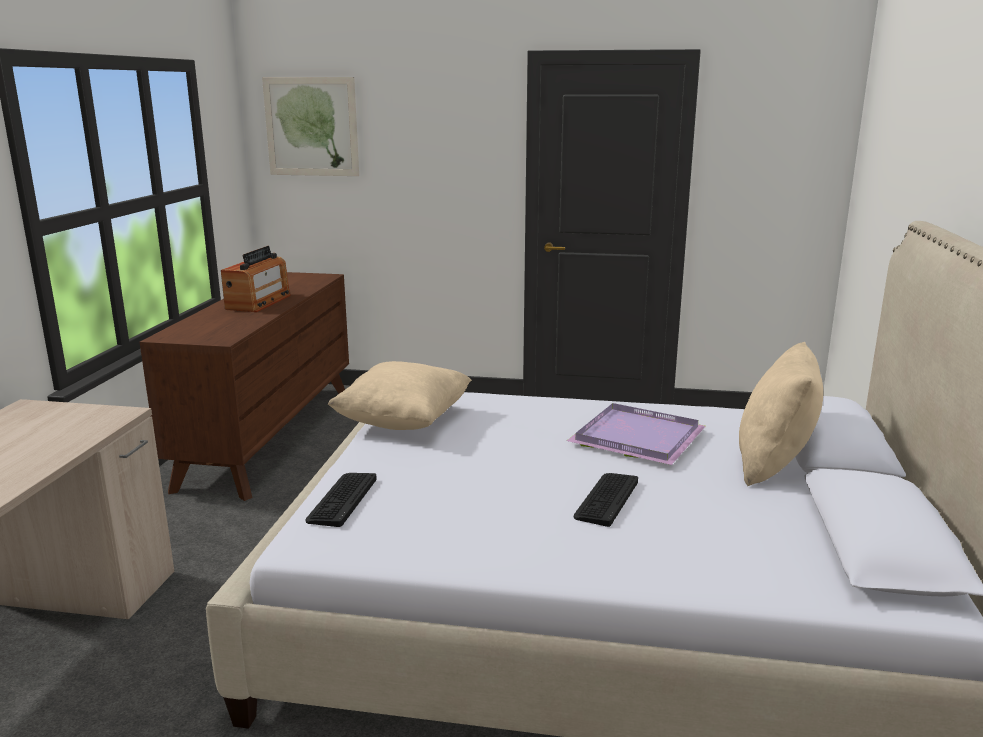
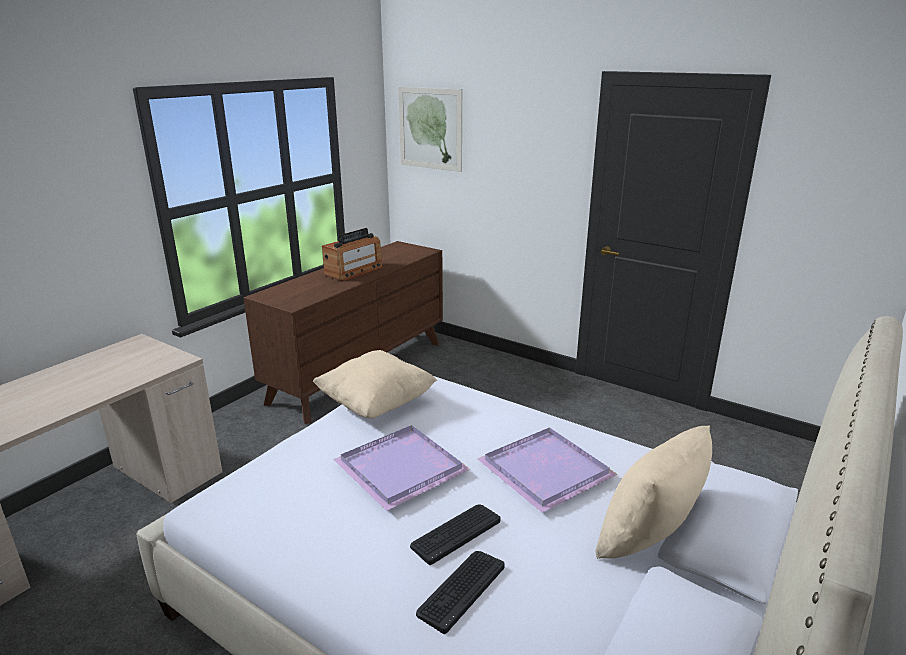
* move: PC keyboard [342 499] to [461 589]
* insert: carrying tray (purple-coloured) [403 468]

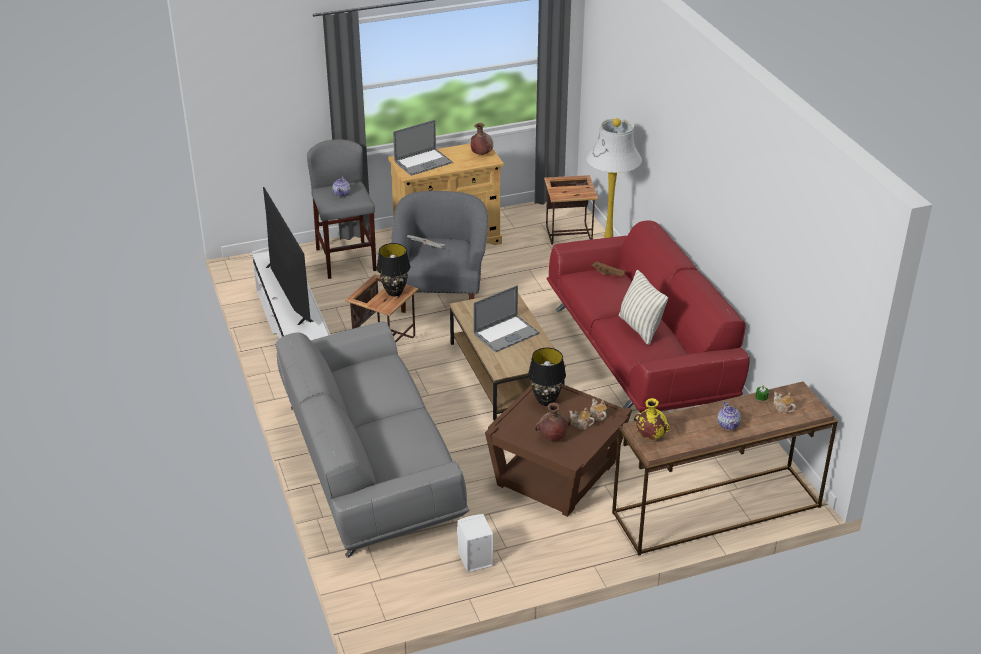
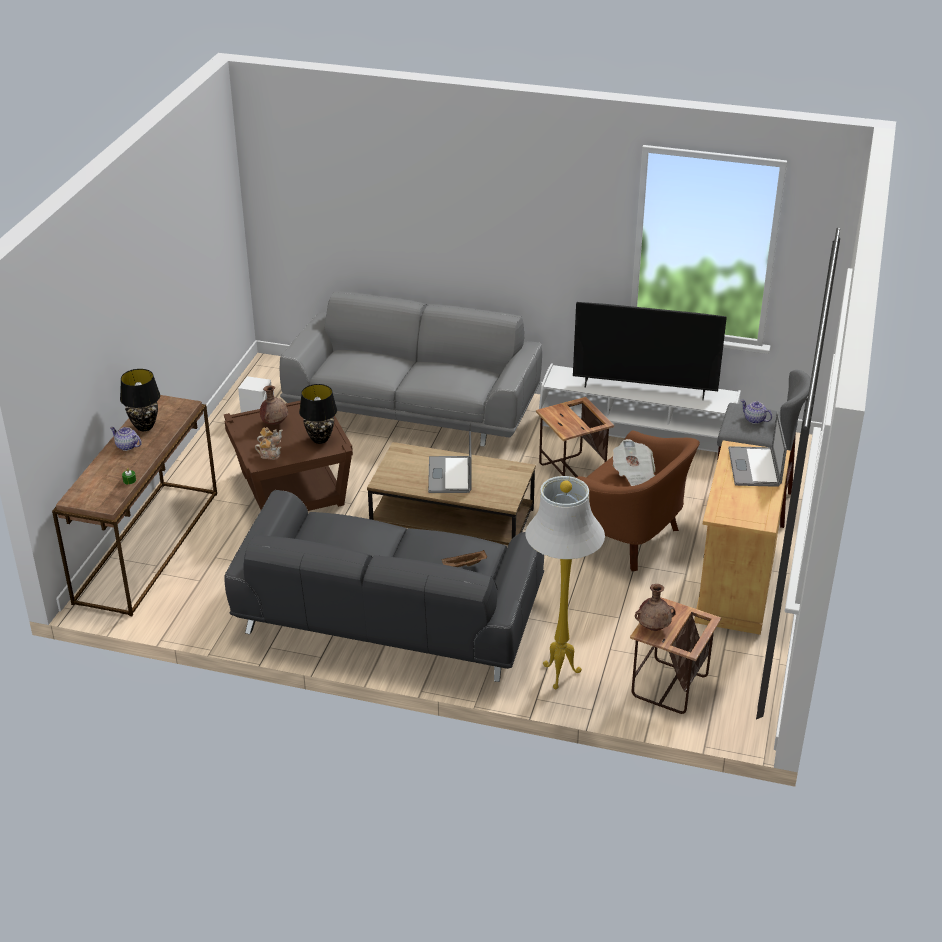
* move: lamp for a table (black-coloured) [394 292] to [145 427]
* recolor: lounge chair (gray) [441 293] to lounge chair (brown) [628 538]
* move: vase (brown) [481 154] to [654 627]
* recolor: sofa (red-coloured) [640 353] to sofa (gray) [387 618]
* delete: cushion [640 328]
* delete: vase (yellow) [650 436]
* delete: teapot [782 409]

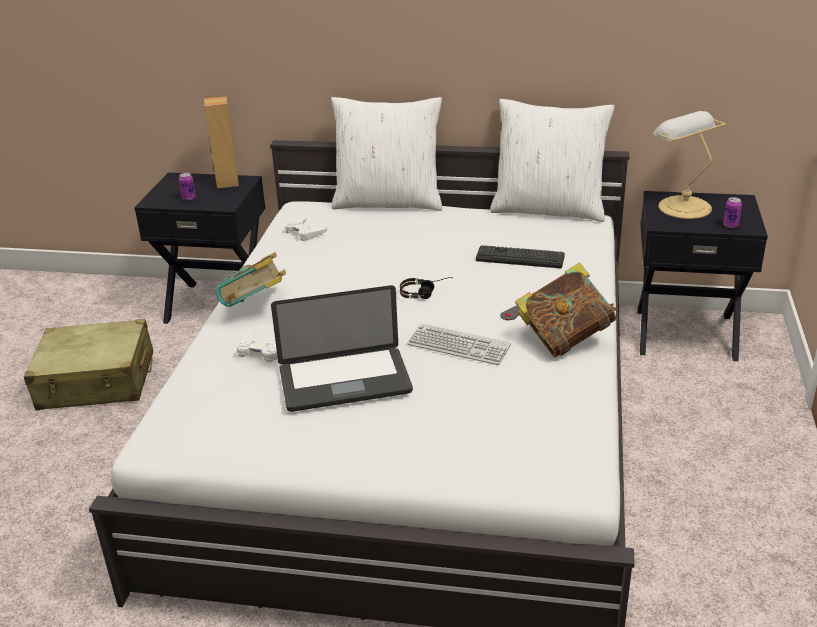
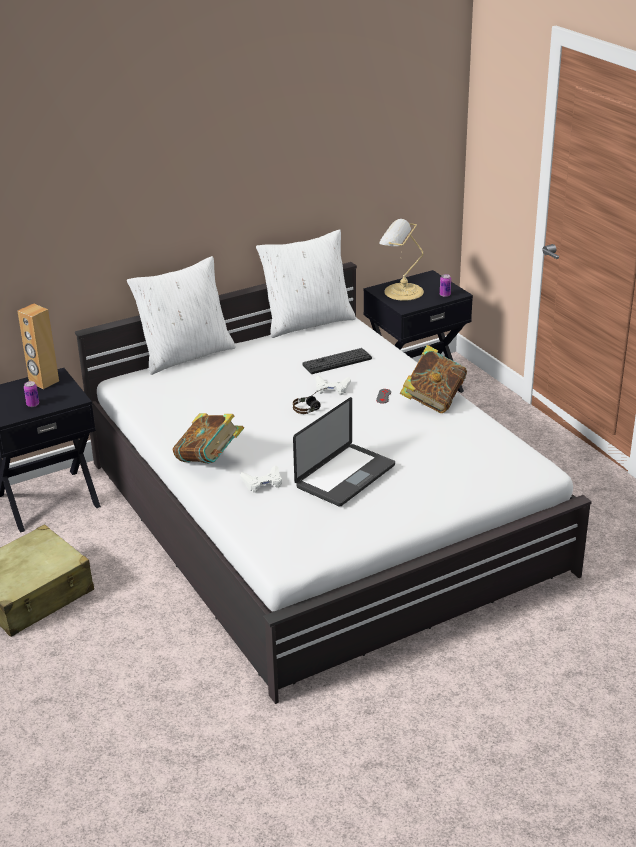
* move: game controller (white-coloured) [304 232] to [332 388]
* delete: PC keyboard [458 346]

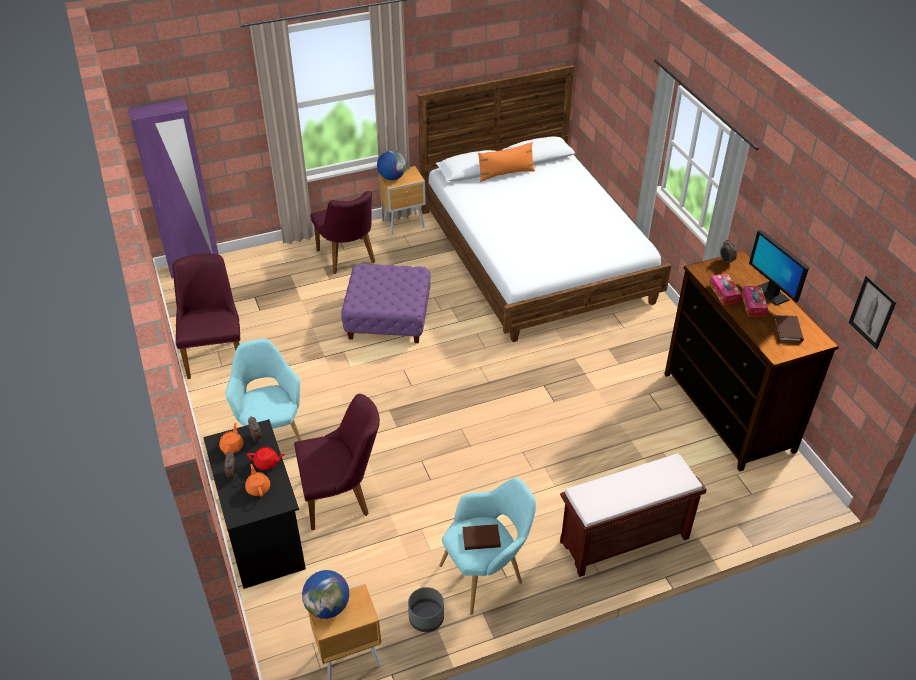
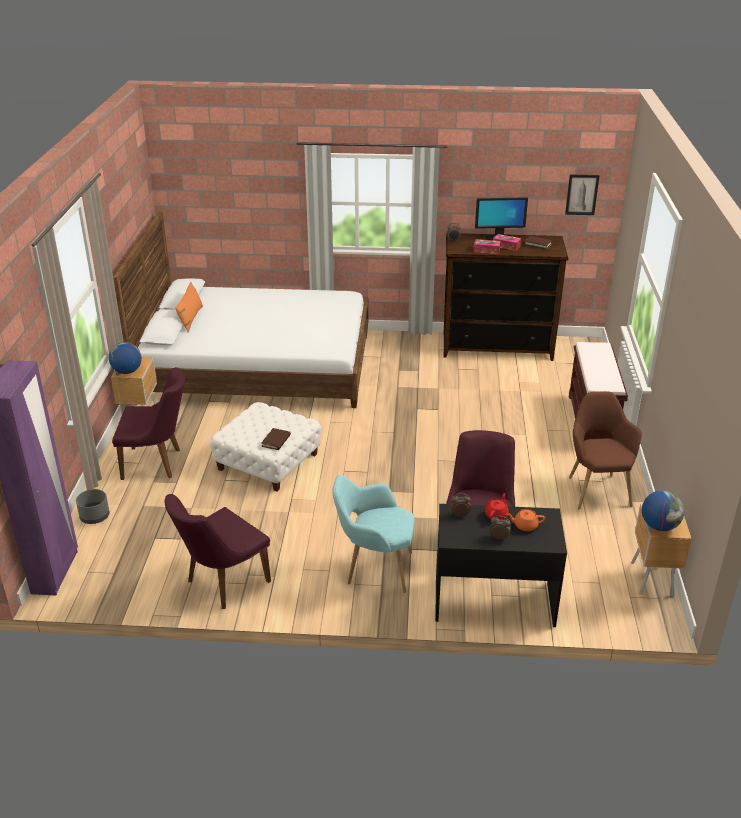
* rotate: upright chair (purple-coloured) [216 353] = [221 584] 60 degrees counterclockwise
* delete: teapot (orange) [232 446]
* recolor: ottoman (purple-coloured) [388 318] to ottoman (white-coloured) [268 462]
* move: flower pot (gray) [426 618] to [95 517]
* recolor: lounge chair (turquoise-coloured) [487 574] to lounge chair (brown) [596 489]
* move: book (brown) [481 539] to [276 441]

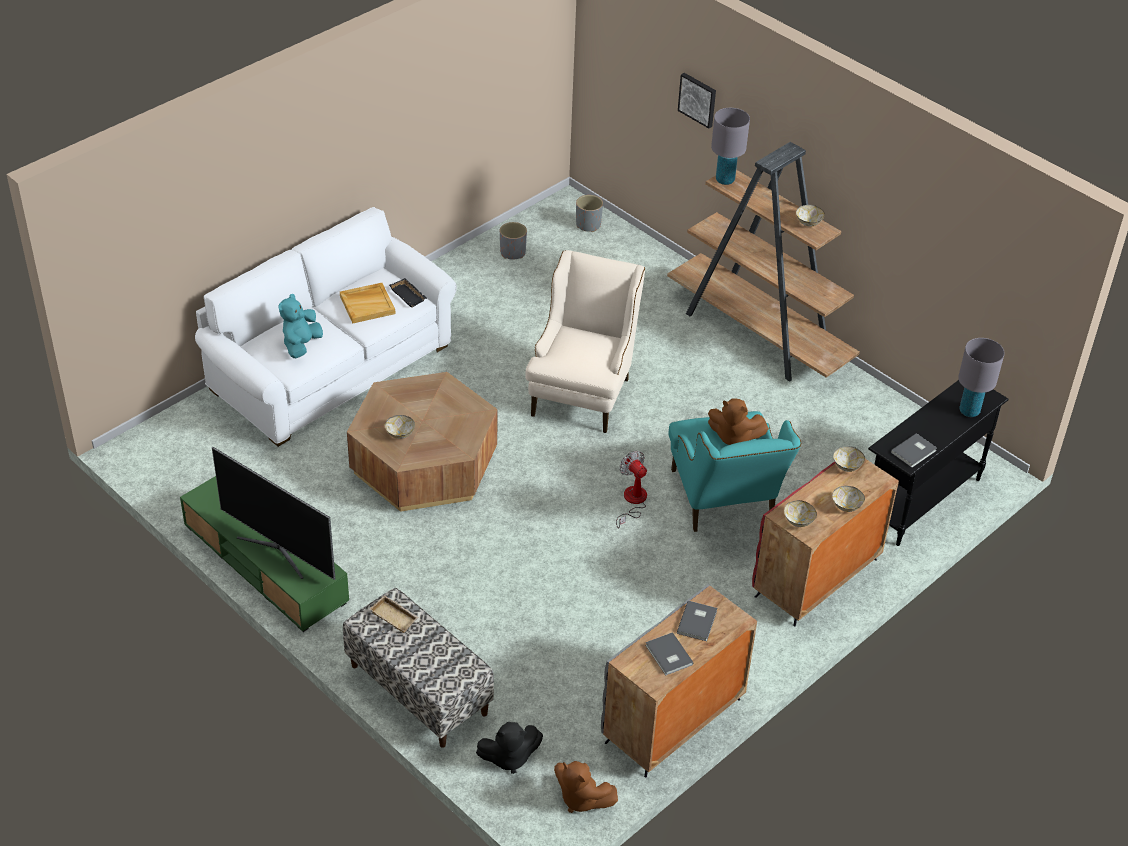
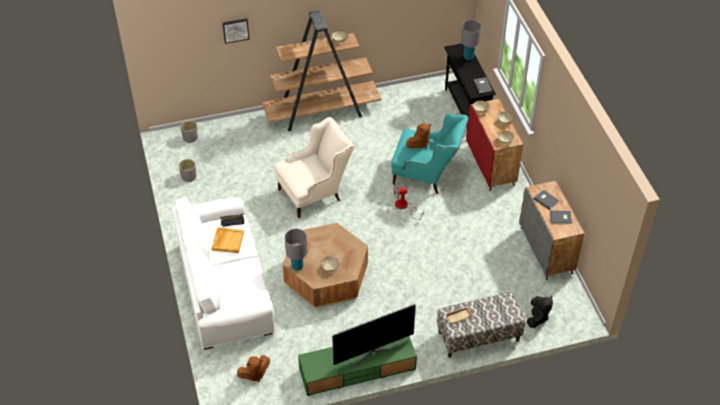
* delete: cuddly toy (turquoise-coloured) [301 345]
* rotate: lounge chair (beige-coloured) [583 389] = [315 192] 105 degrees clockwise
* move: cuddly toy (brown) [581 798] to [254 374]
* move: lamp for a table (gray) [725 180] to [297 266]

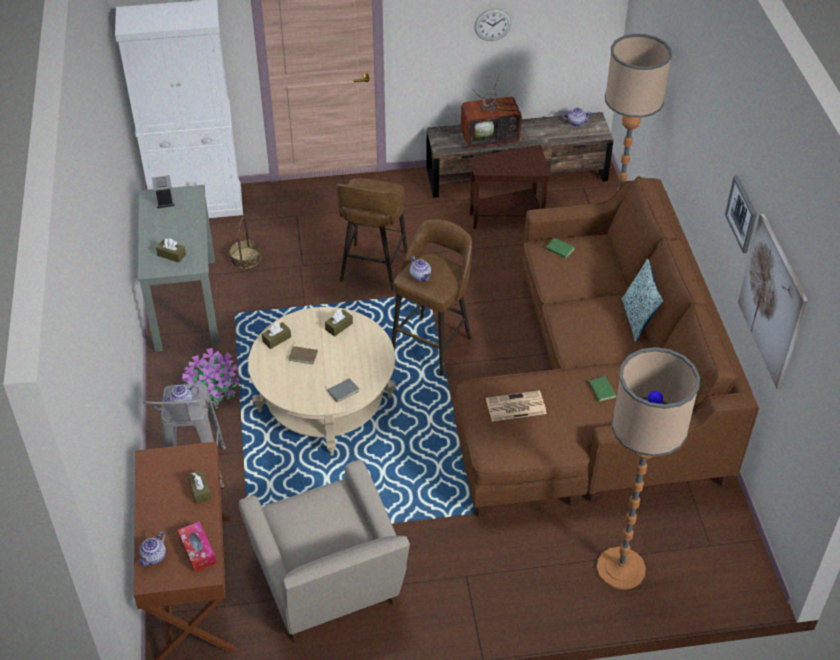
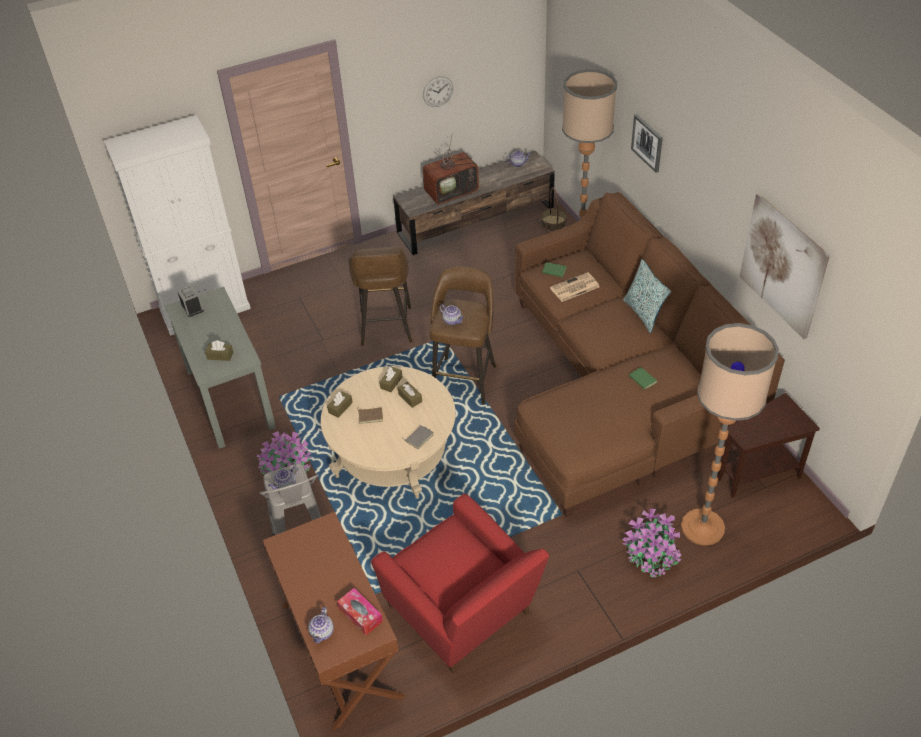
* move: tissue holder (brown) [200 490] to [410 398]
* move: household basket [245 258] to [553 223]
* recolor: lounge chair (beige-coloured) [329 586] to lounge chair (red-coloured) [463 613]
* move: end table (brown) [509 218] to [759 473]
* move: printed paper [515 407] to [574 288]
* move: picture [742 214] to [647 143]
* insert: houseplant [650 555]

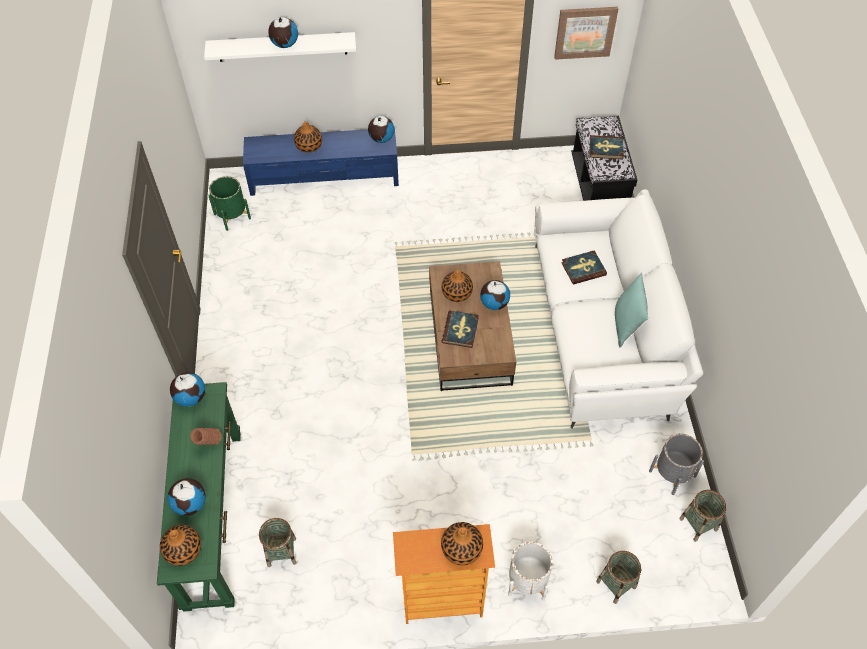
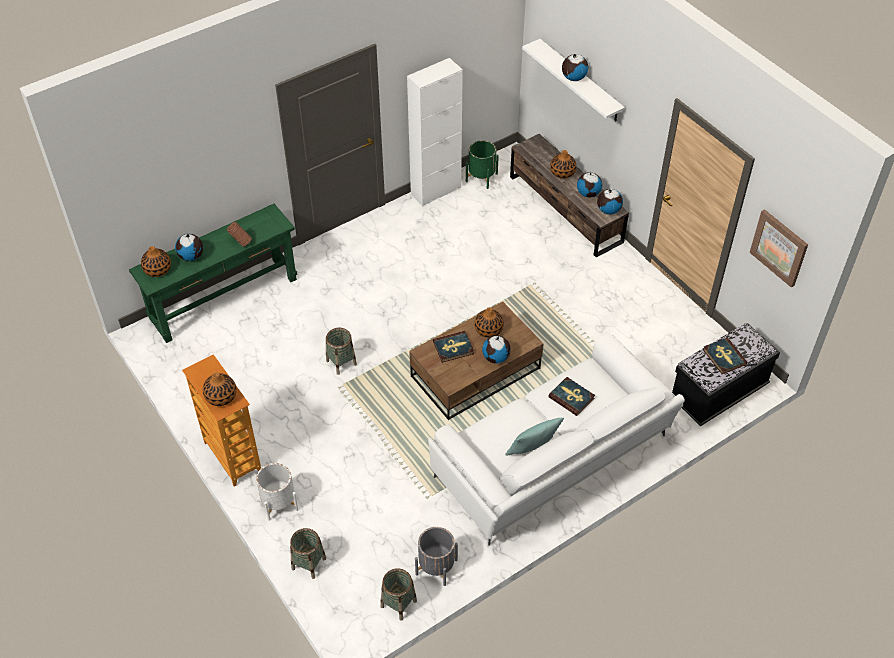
* move: world globe [191 397] to [588 193]
* recolor: tv stand (blue-coloured) [325 177] to tv stand (brown) [565 209]
* move: household basket [281 552] to [341 362]
* insert: cabinet (white-coloured) [436 191]

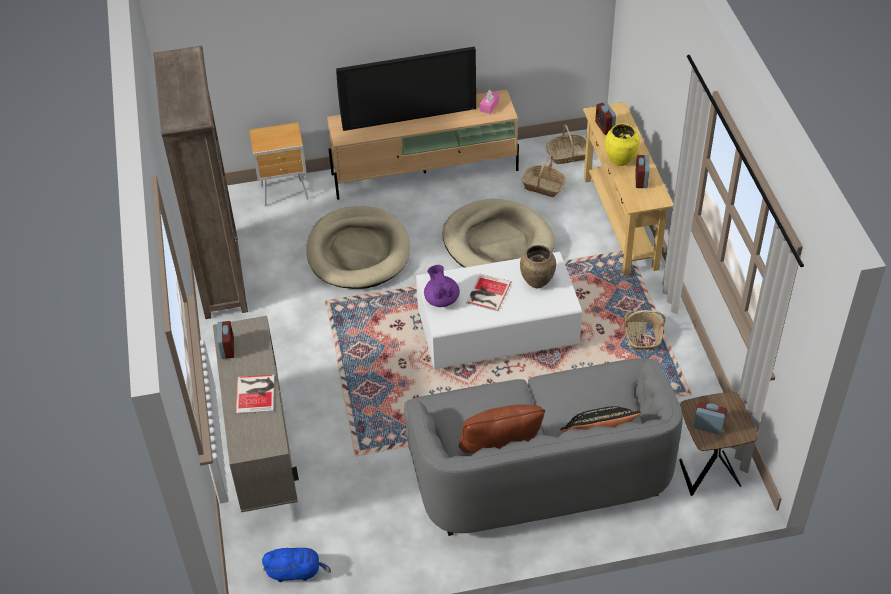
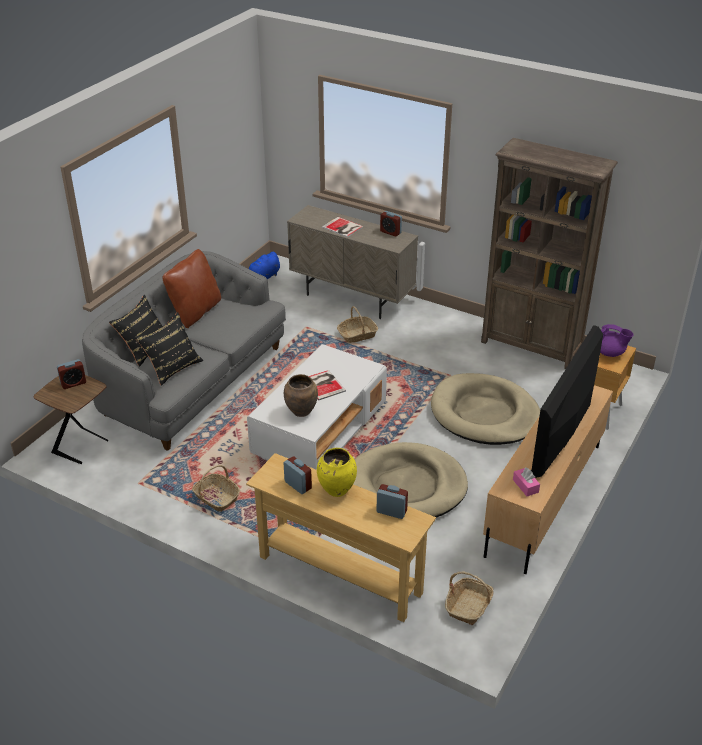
* move: teapot (purple-coloured) [441 299] to [610 353]
* move: household basket [543 186] to [357 335]
* insert: cushion (black-coloured) [172 367]

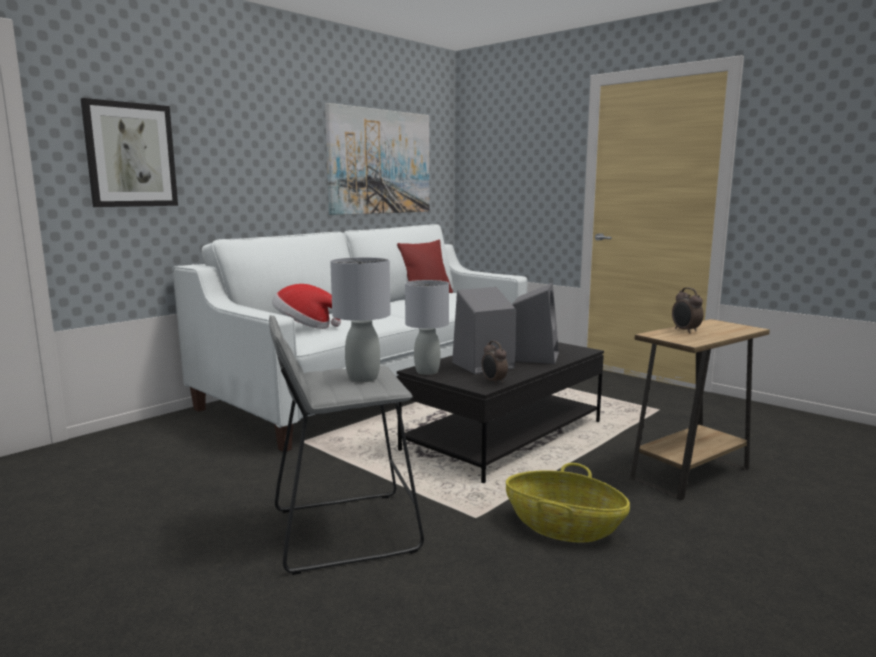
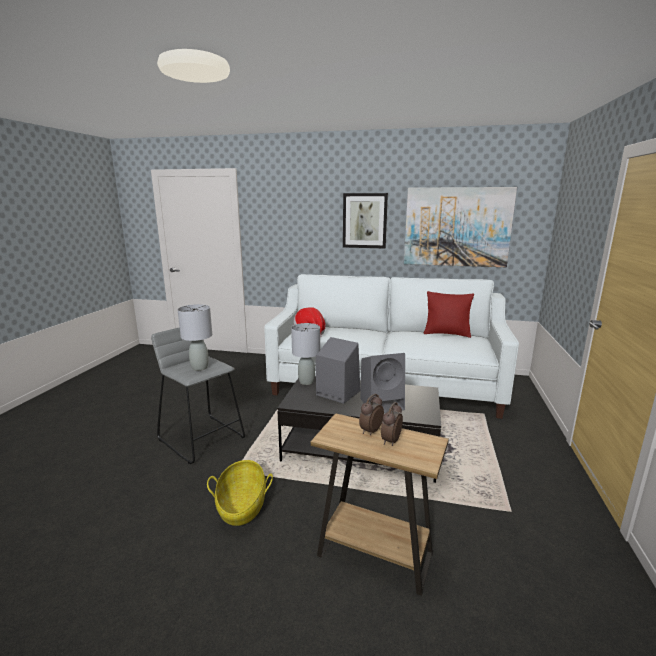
* move: picture [131 155] to [364 220]
* move: table clock [493 382] to [390 441]

